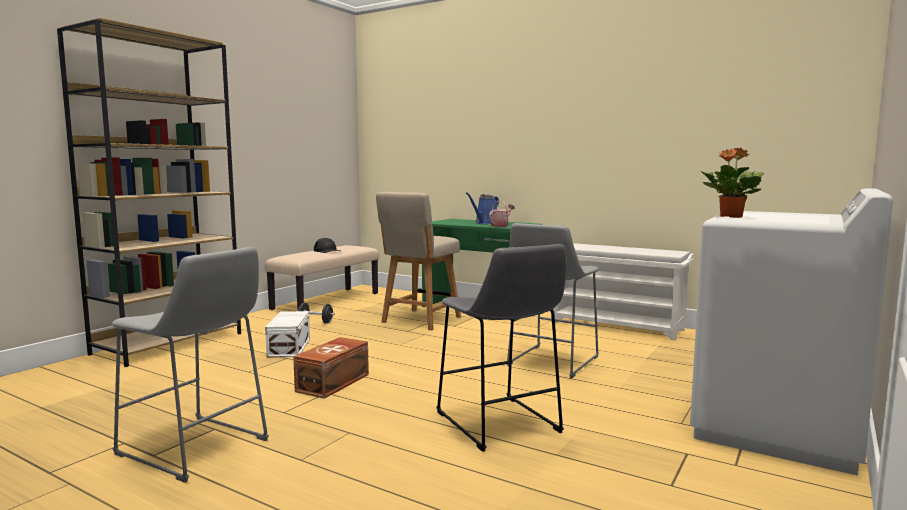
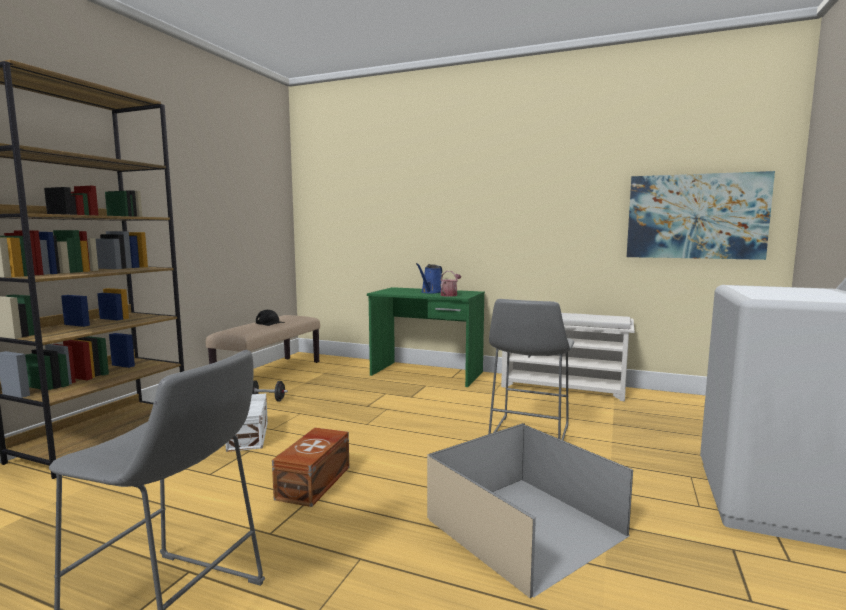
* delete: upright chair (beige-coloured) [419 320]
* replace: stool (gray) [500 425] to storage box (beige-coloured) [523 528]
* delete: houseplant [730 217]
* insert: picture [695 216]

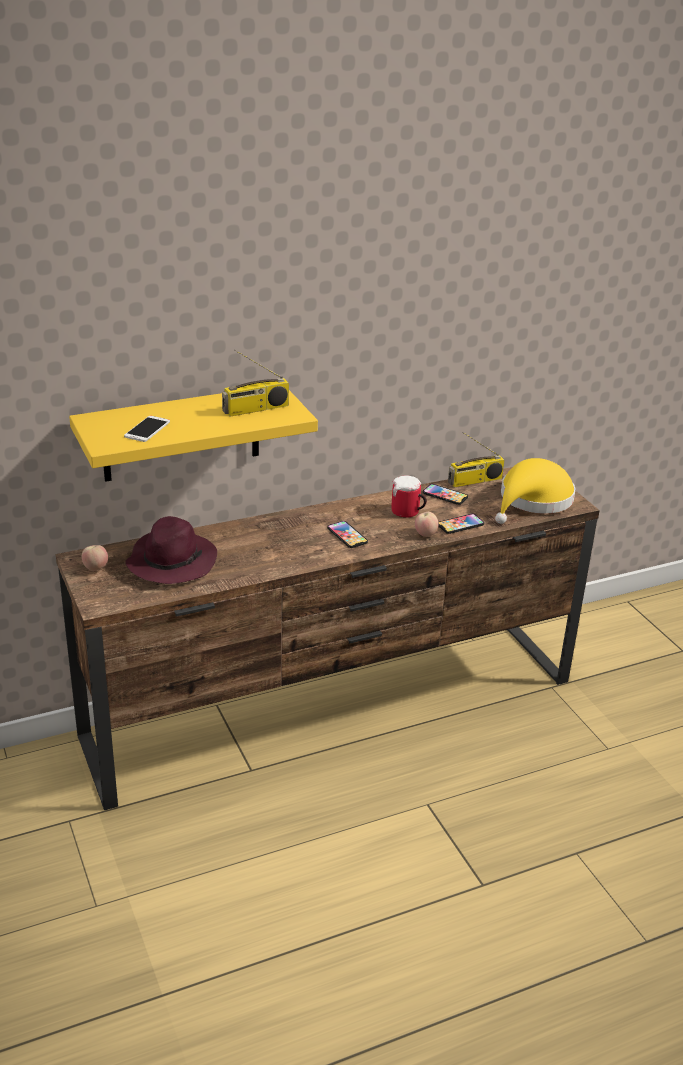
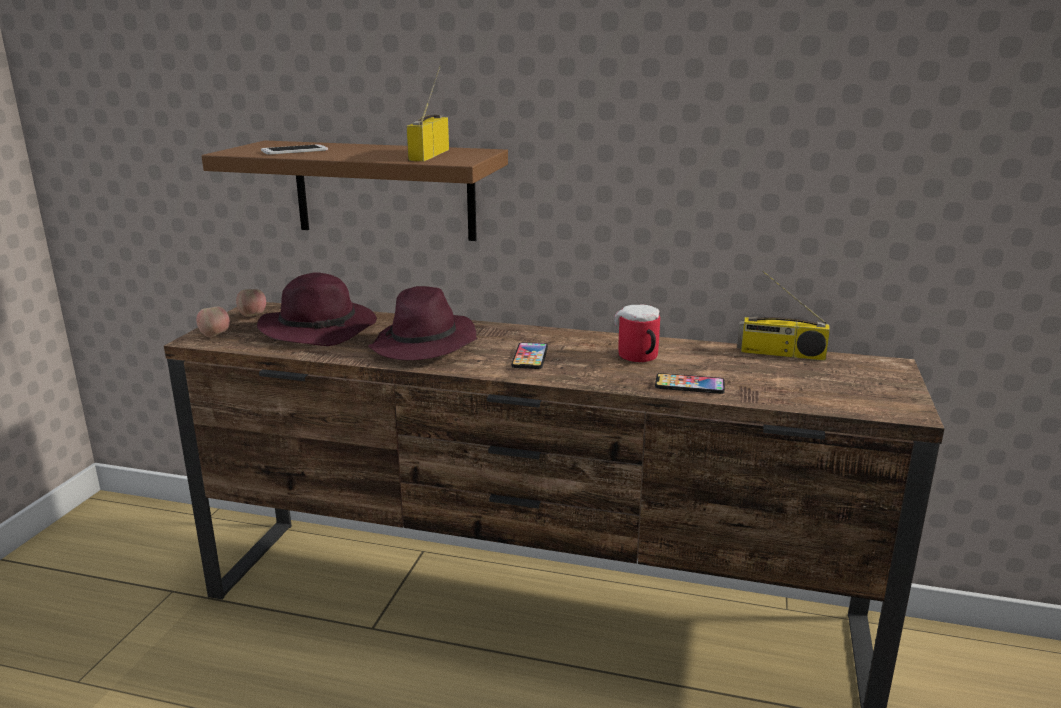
* recolor: wall shelf (yellow) [181 433] to wall shelf (brown) [384 190]
* rotate: radio set [255 409] = [429 154] 90 degrees clockwise
* move: whole apple [425 534] to [215 336]
* delete: telephone [445 495]
* delete: hat (yellow) [533 501]
* insert: hat (purple-coloured) [425 346]

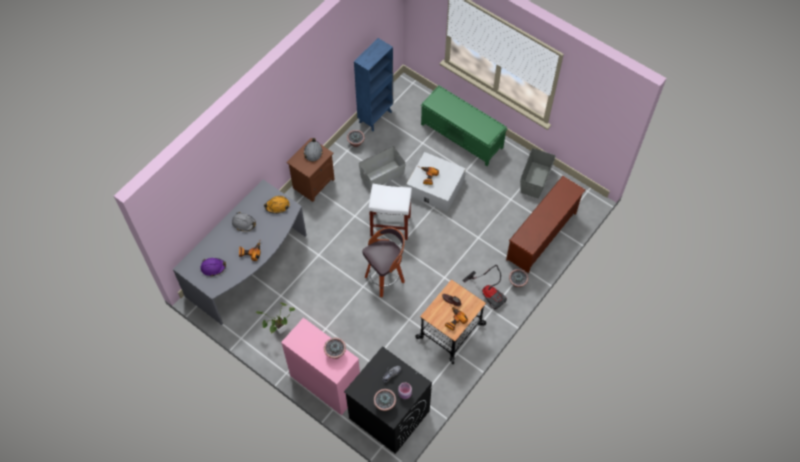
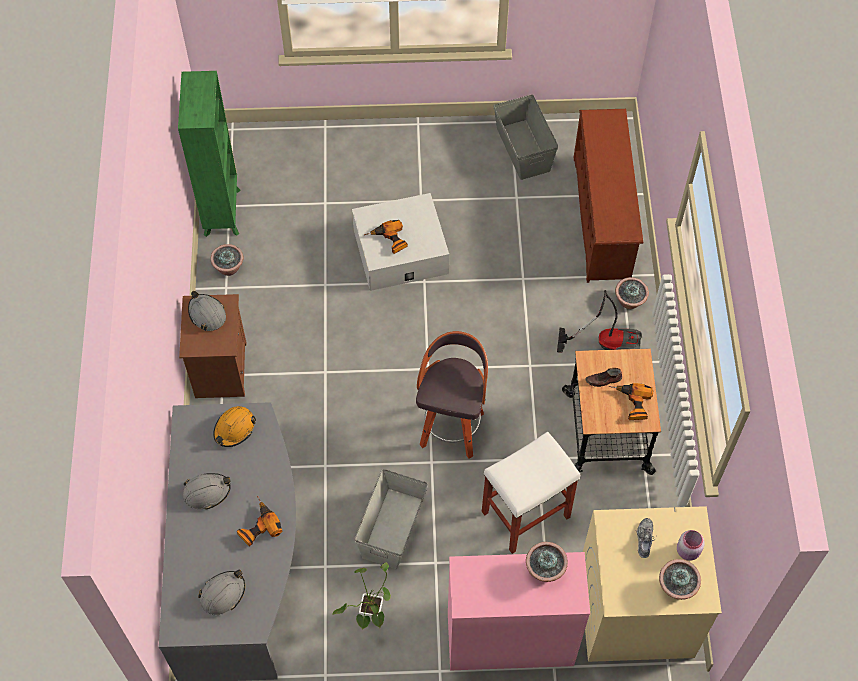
* recolor: work helmet (purple-coloured) [213 267] to work helmet (gray) [223 594]
* recolor: laundry machine (black-coloured) [388 414] to laundry machine (beige-coloured) [635 611]
* recolor: bookshelf (blue-coloured) [376 116] to bookshelf (green) [222 211]
* move: storage box (gray) [382 175] to [392 528]
* move: stool (white-coloured) [391 225] to [526 513]
* delete: indoor bench (green) [462 136]

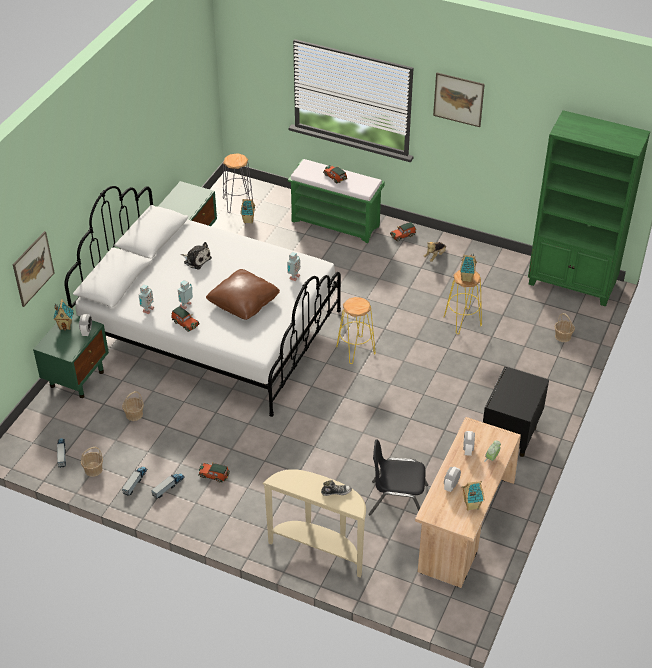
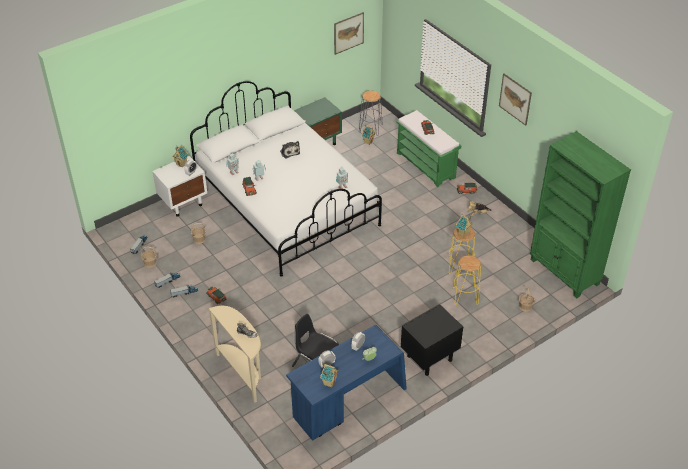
* move: picture [33 268] to [348 33]
* recolor: nightstand (green) [77 378] to nightstand (white-coloured) [183 203]
* delete: cushion (brown) [243 302]
* move: stool (yellow) [355 350] to [465 296]
* recolor: desk (beige-coloured) [464 525] to desk (blue-coloured) [348 402]

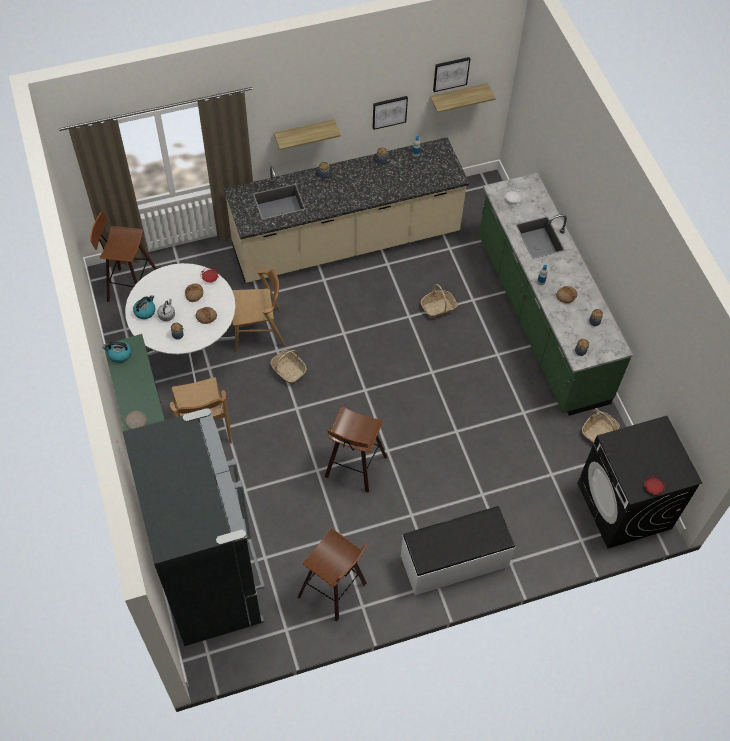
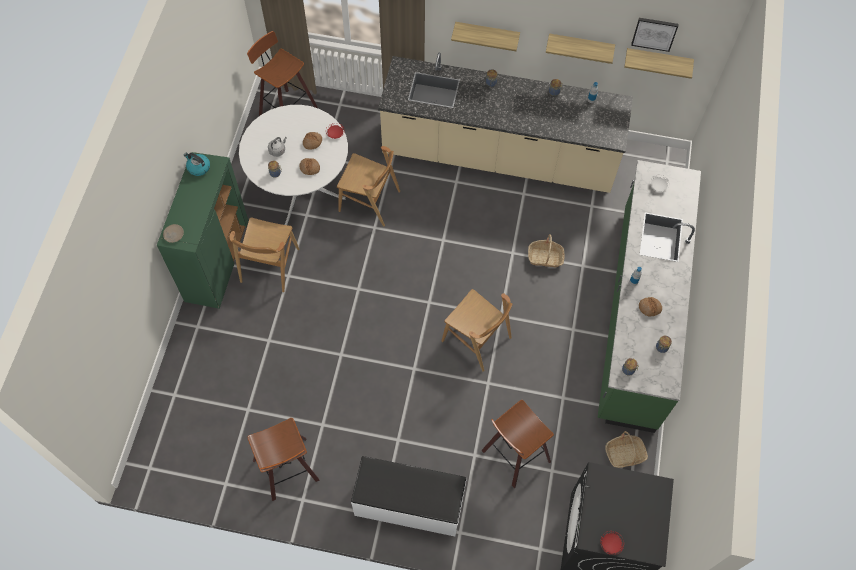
* delete: refrigerator (black-coloured) [212 576]
* delete: kettle [145 311]
* delete: household basket [288 370]
* move: stool [354 468] to [513 456]
* replace: picture [389 111] to wall shelf [580 47]
* insert: upright chair (brown) [476 339]

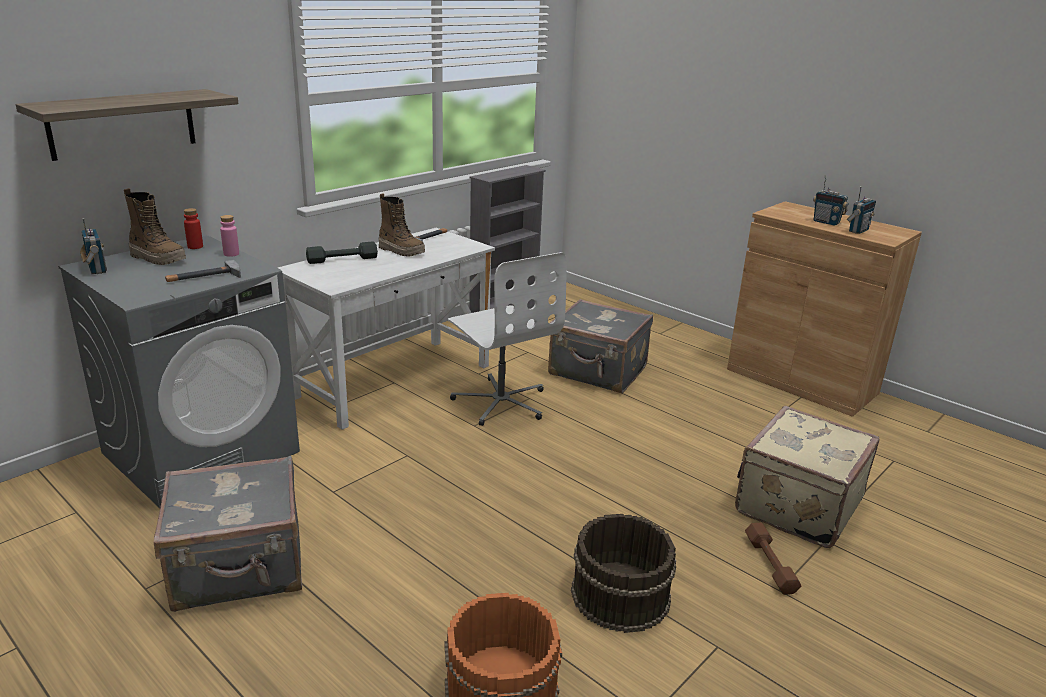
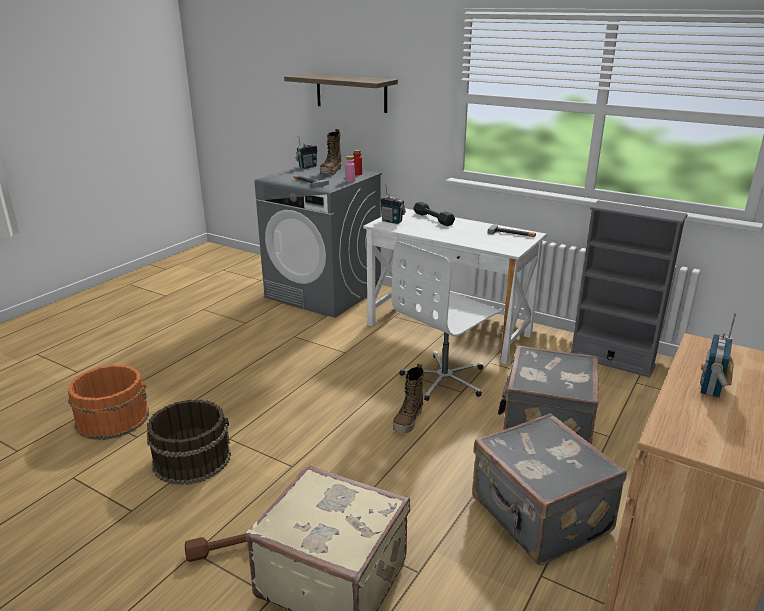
* move: travel case (gray) [240 568] to [539 516]
* move: tall boot [401 251] to [408 421]
* move: radio set [857 230] to [392 221]

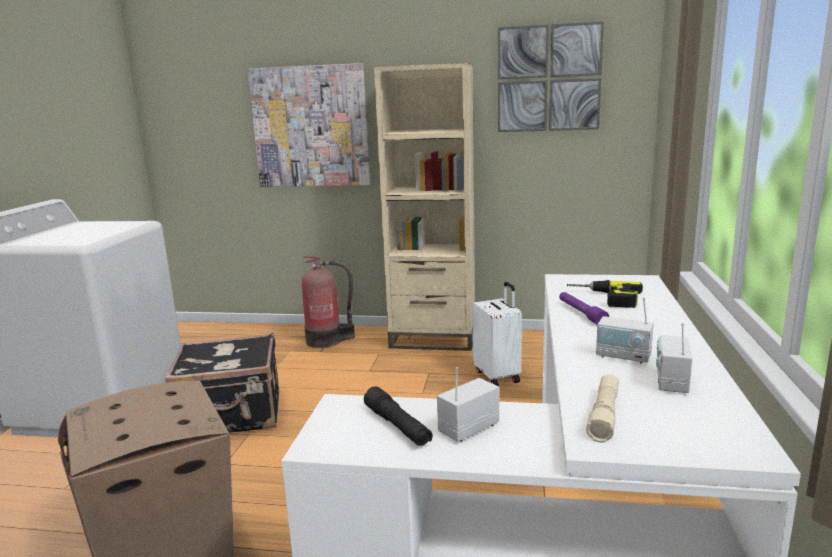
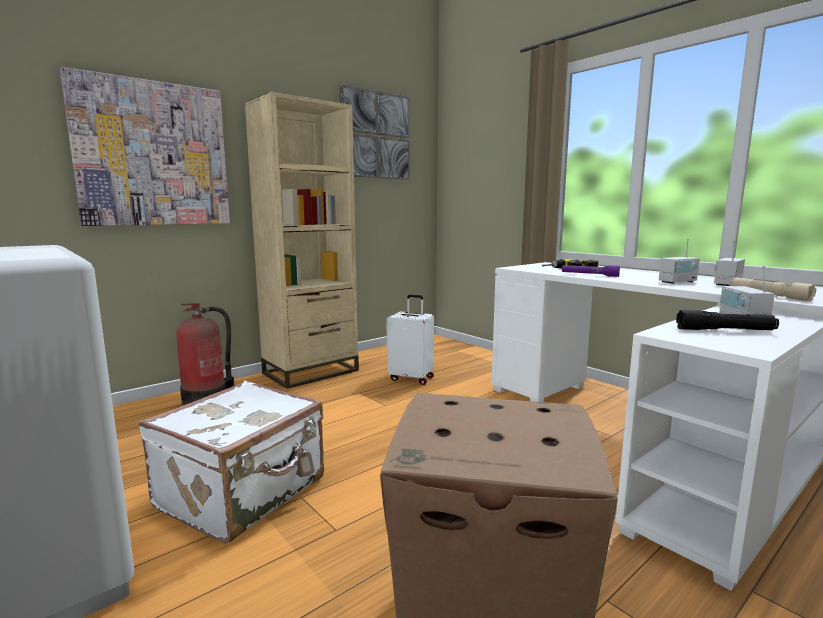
* recolor: travel case (black-coloured) [232 416] to travel case (white-coloured) [244 493]
* rotate: radio set [671 382] = [727 284] 75 degrees clockwise

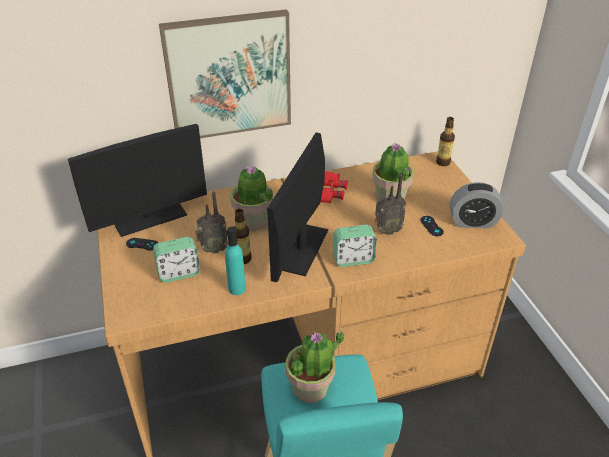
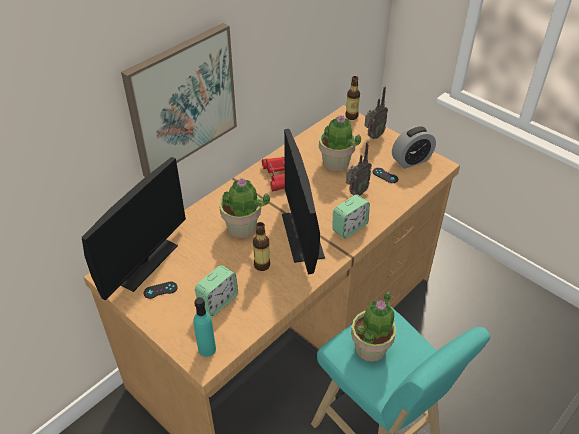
* move: radio set [213 249] to [373 136]
* move: beverage bottle (turquoise-coloured) [237 288] to [207 349]

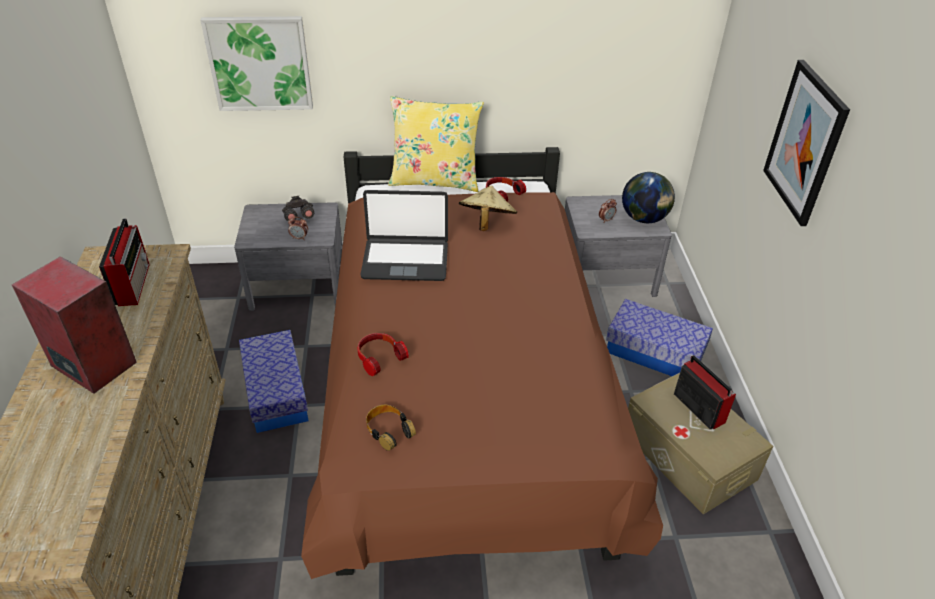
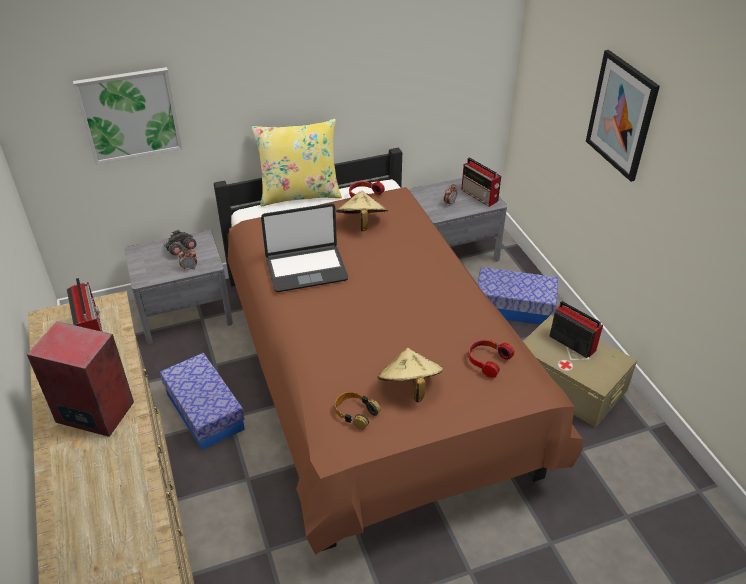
* move: headphones [379 357] to [487 361]
* replace: world globe [644 218] to radio set [480 196]
* insert: hat (beige-coloured) [409 387]

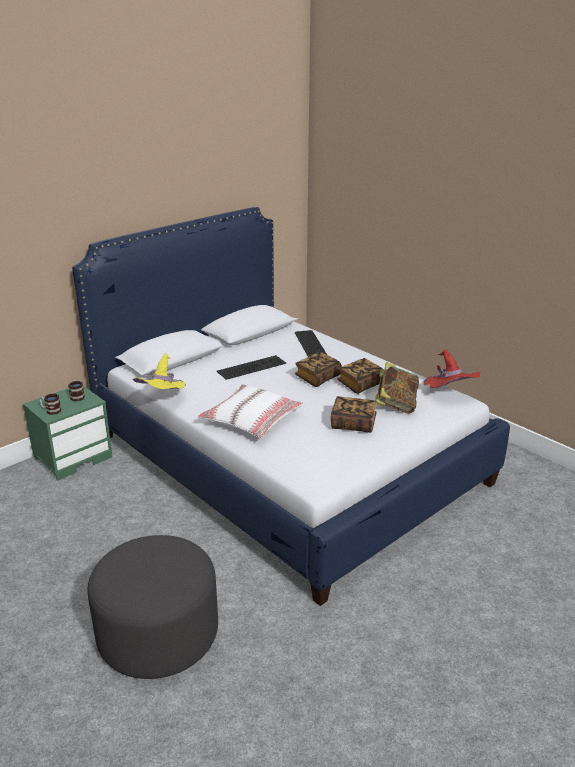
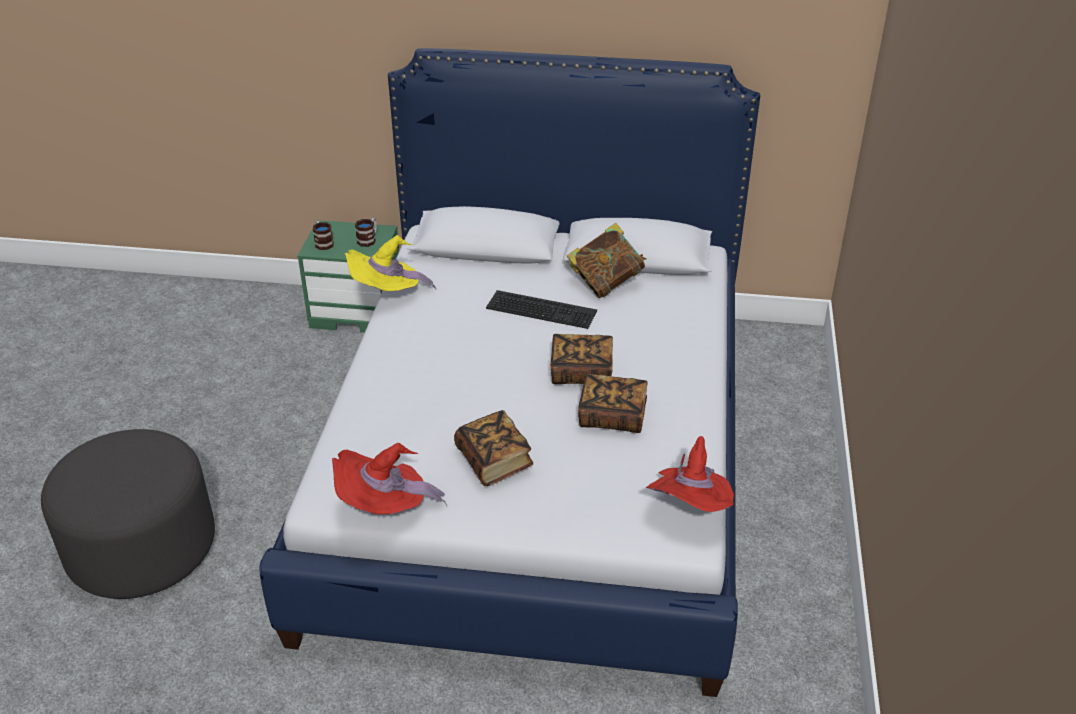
* delete: cushion (white-coloured) [251 420]
* delete: PC keyboard [311 344]
* move: book [395 405] to [606 283]
* insert: hat (red-coloured) [385 507]

